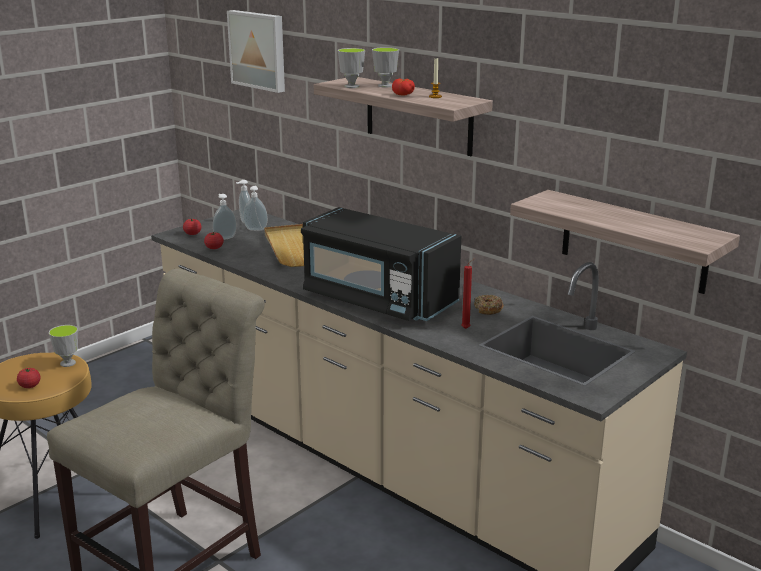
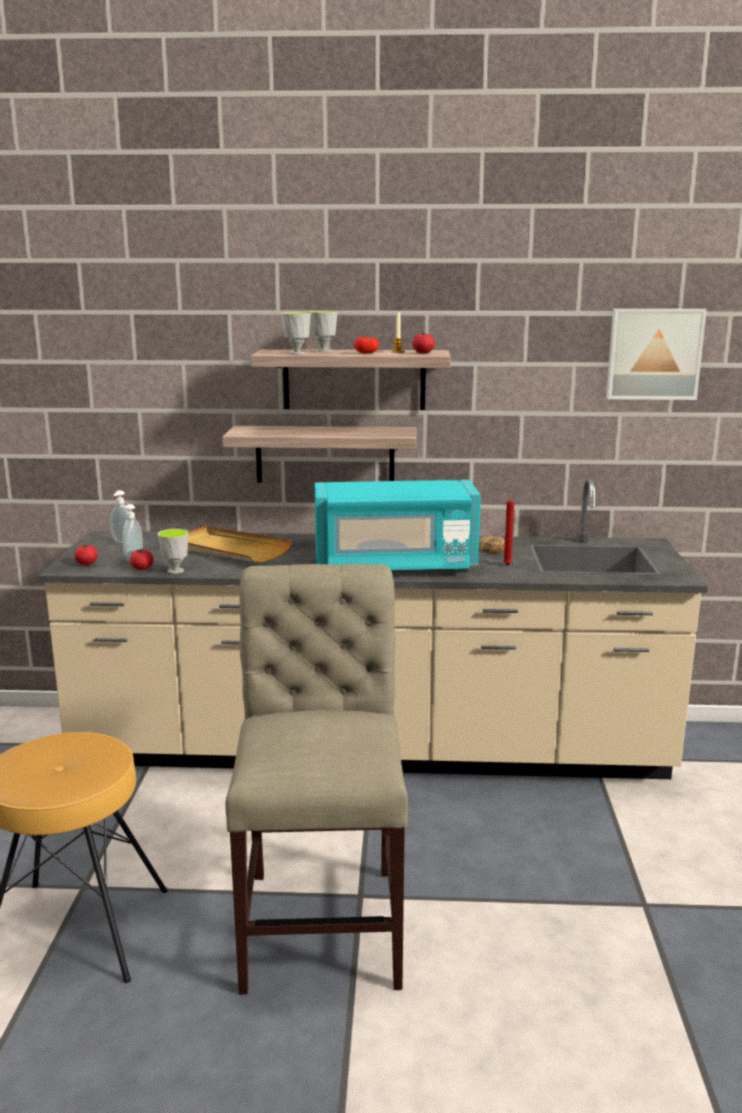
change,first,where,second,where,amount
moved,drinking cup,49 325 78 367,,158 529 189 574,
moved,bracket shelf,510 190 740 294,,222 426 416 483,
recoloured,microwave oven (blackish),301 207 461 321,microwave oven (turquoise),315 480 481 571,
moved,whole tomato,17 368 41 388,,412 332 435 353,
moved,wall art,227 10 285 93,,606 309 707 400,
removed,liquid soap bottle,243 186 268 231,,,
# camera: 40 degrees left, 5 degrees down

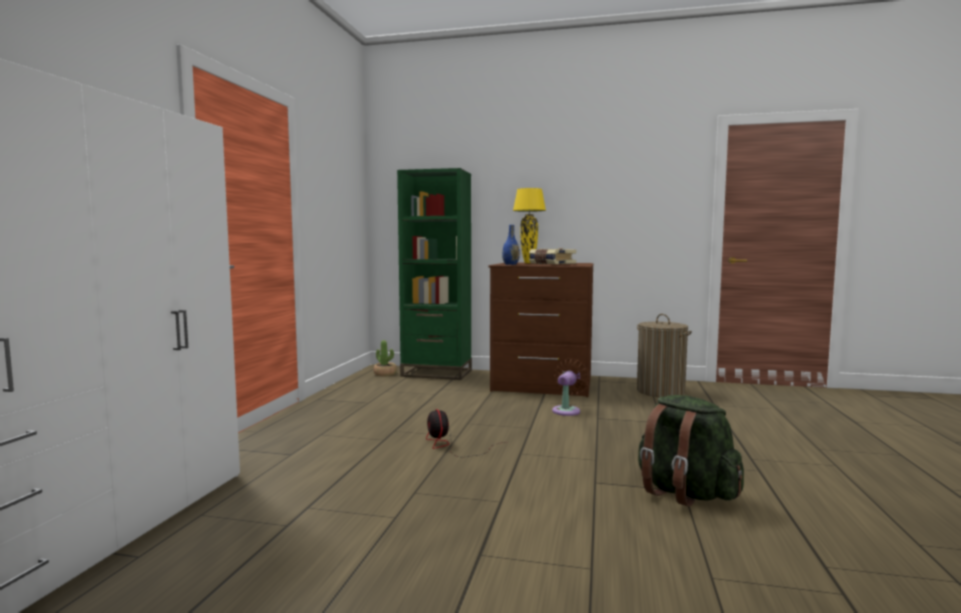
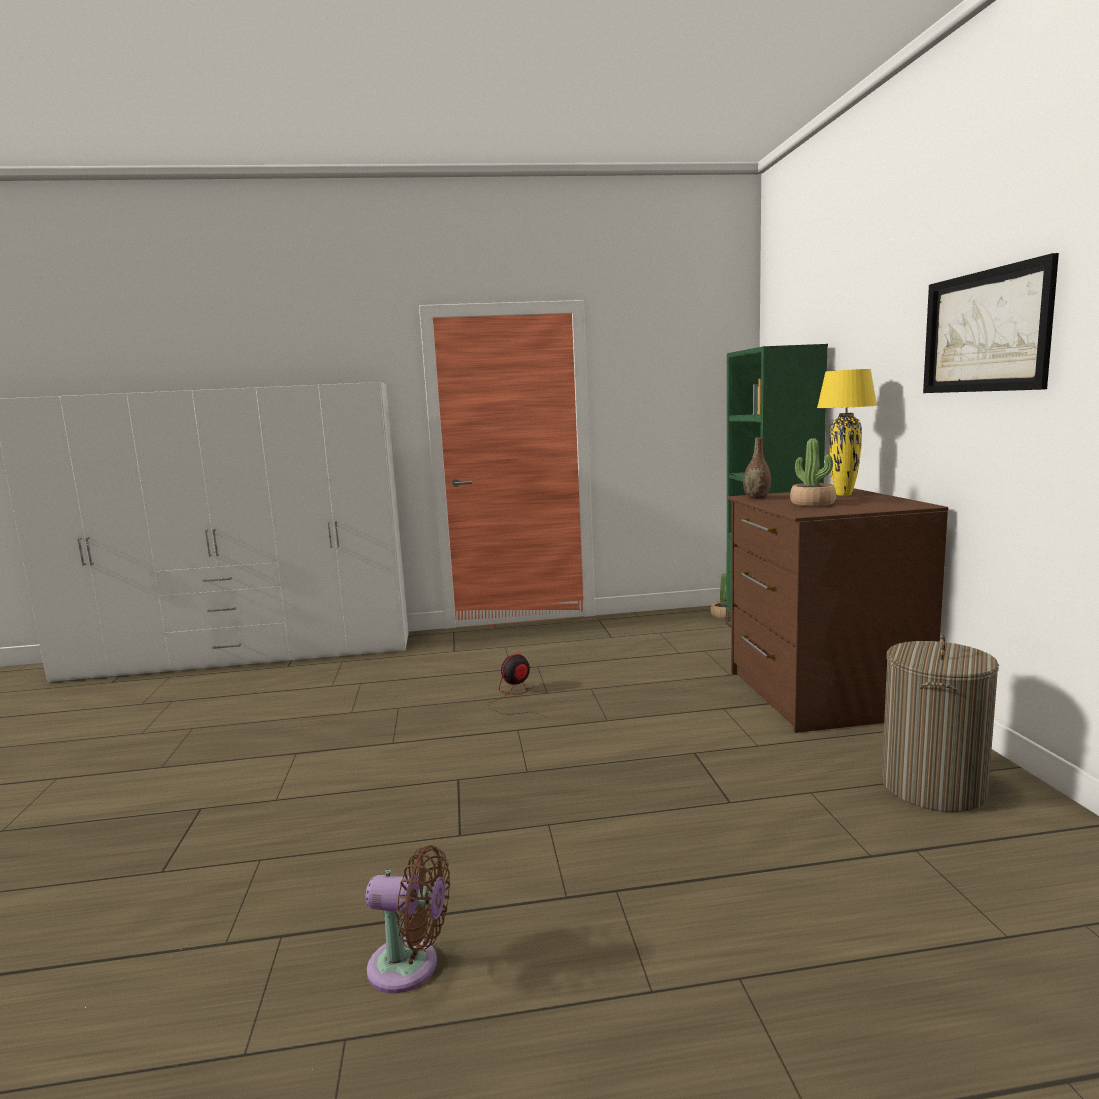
change,first,where,second,where,amount
moved,cooling fan (brown),552 358 590 416,,366 845 450 993,
recoloured,vase (bluish),502 225 520 265,vase (brown),743 437 771 499,
replaced,volume,529 248 576 265,potted plant,790 438 836 507,
added,,,wall art,923 253 1059 393,
removed,knapsack (green),638 395 744 507,,,
# camera: 70 degrees right, 5 degrees up

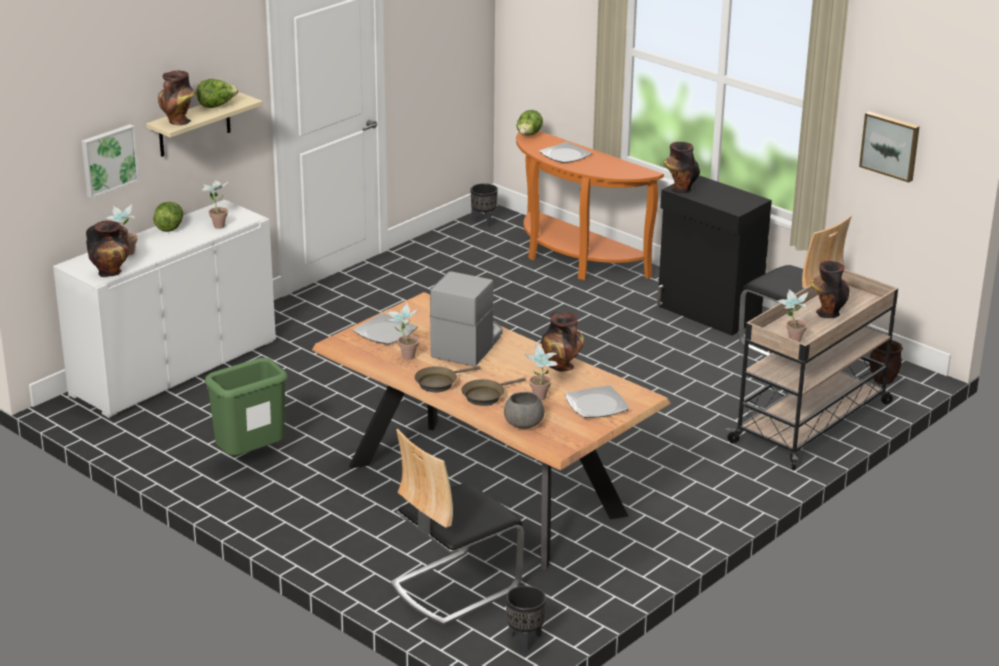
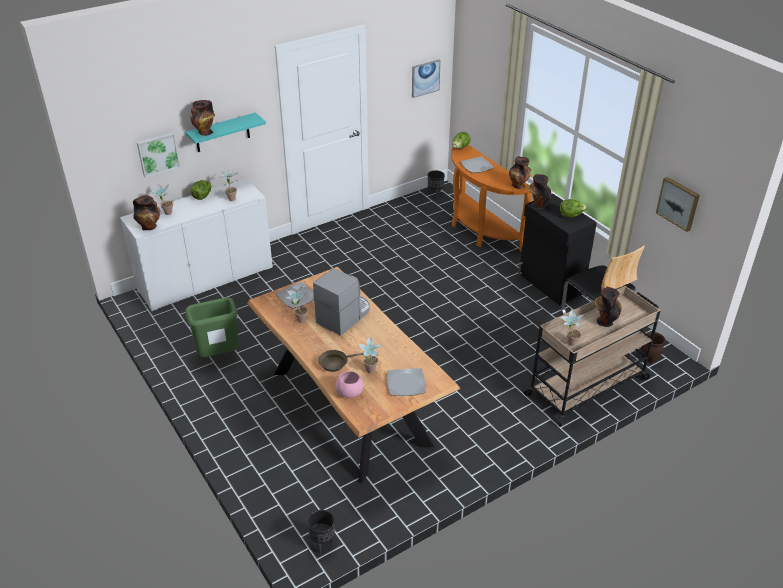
change,first,where,second,where,amount
recoloured,bracket shelf (beige-coloured),146 92 263 157,bracket shelf (turquoise),185 113 266 152,
recoloured,serving bowl (greyish),504 392 544 429,serving bowl (pinkish),336 371 364 398,
added,,,wall art,412 59 441 98,
moved,vase,541 312 584 372,,509 157 532 189,
moved,head of lettuce,196 79 239 108,,560 199 587 218,
removed,plain chair,391 429 524 626,,,
removed,frying pan (brown),414 366 480 392,,,
# camera: 15 degrees right, 10 degrees up

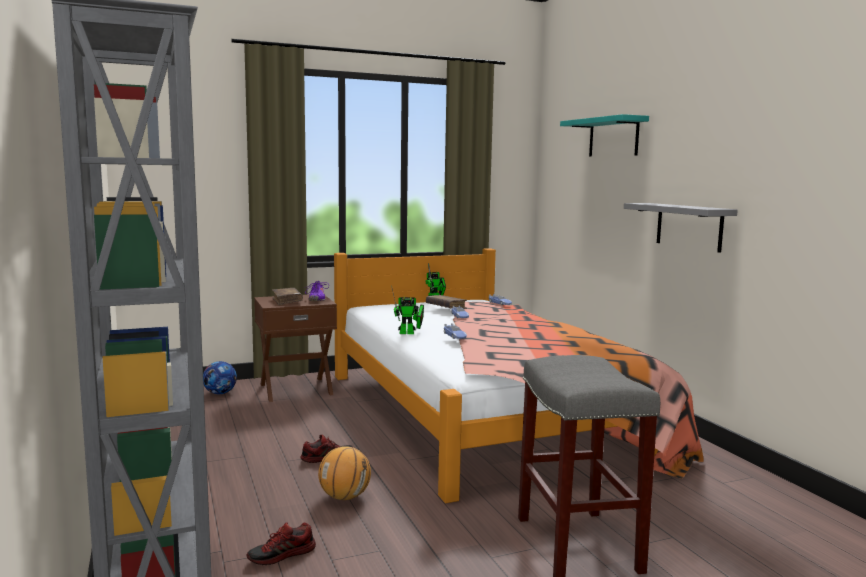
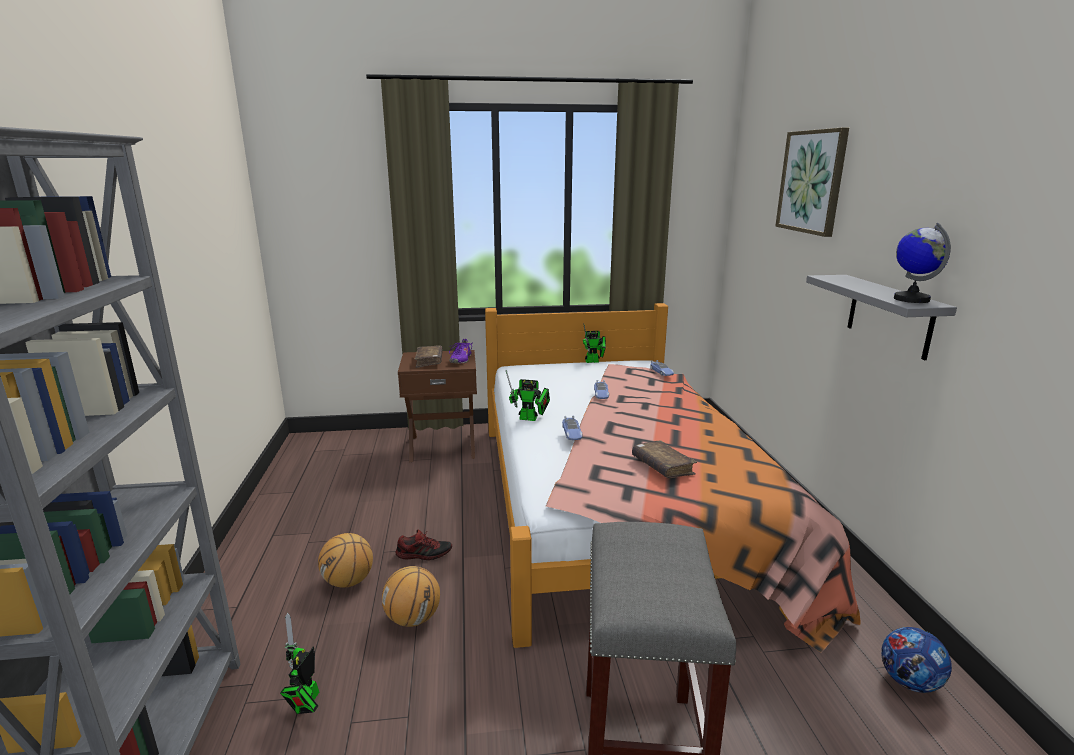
change,first,where,second,where,amount
replaced,shoe,247 522 316 565,toy robot,280 613 319 714,
added,,,basketball,318 533 373 588,
moved,volume (brown),426 295 467 309,,632 440 697 478,
replaced,bracket shelf (turquoise),560 114 649 157,wall art,775 128 849 237,
moved,ball for football,203 361 237 394,,881 627 952 693,
added,,,desk globe,894 223 951 303,
# camera: 15 degrees right, 10 degrees up

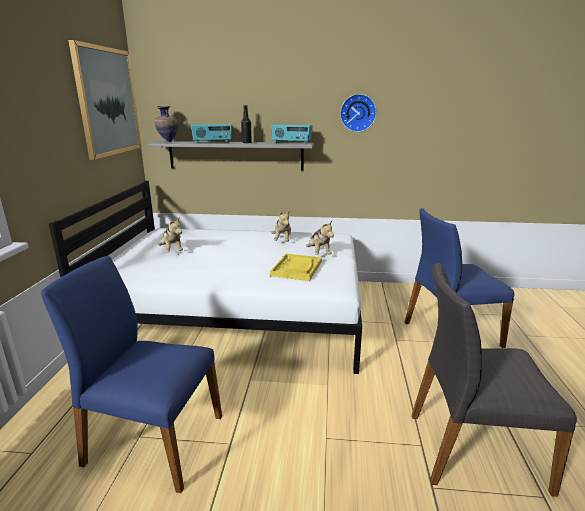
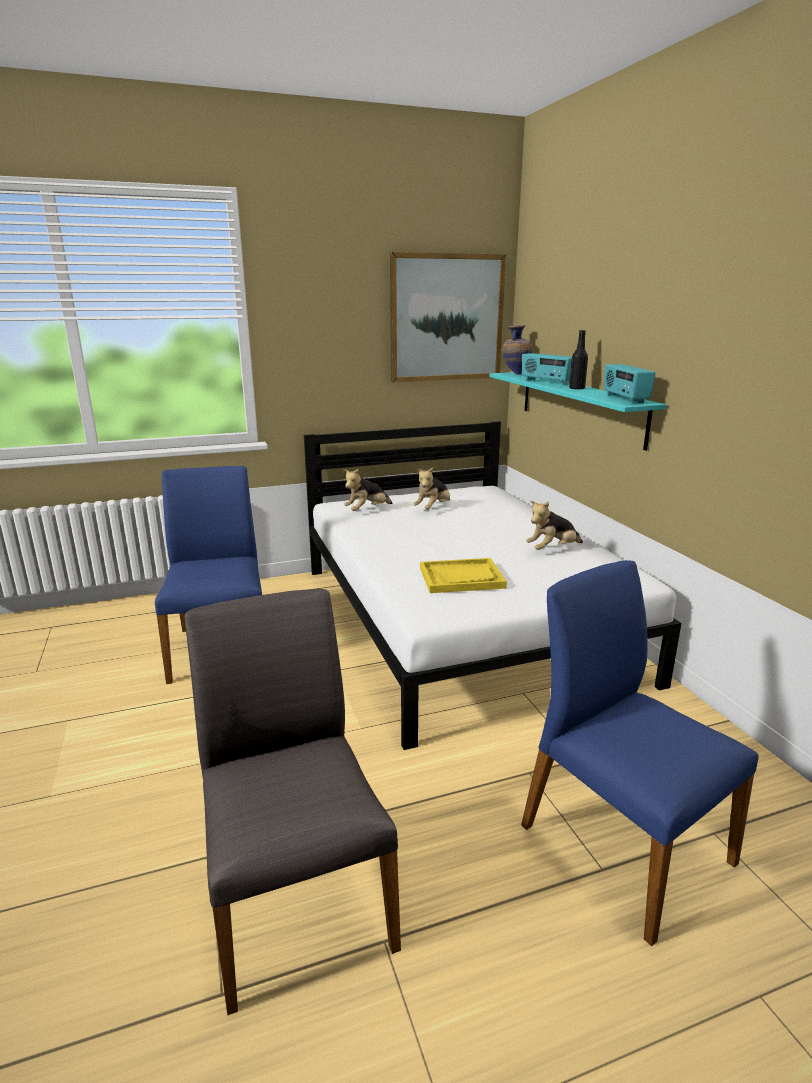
change,first,where,second,where,amount
moved,cuddly toy,306 221 334 255,,343 469 392 511,
recoloured,bracket shelf (greyish),148 141 314 170,bracket shelf (turquoise),489 372 666 451,
removed,wall clock,340 94 377 132,,,
# camera: 65 degrees right, 0 degrees up

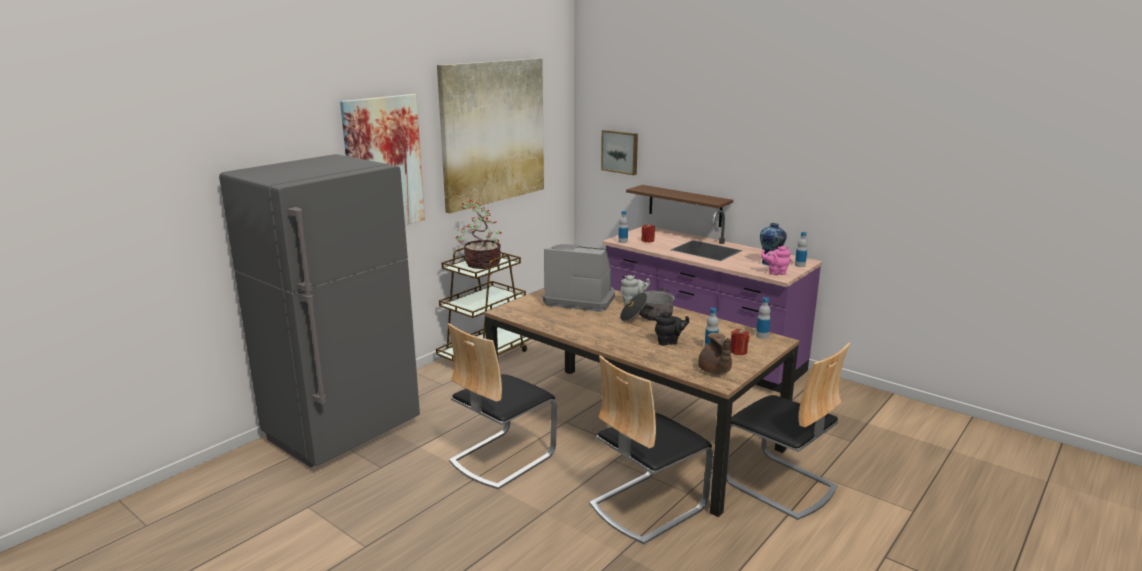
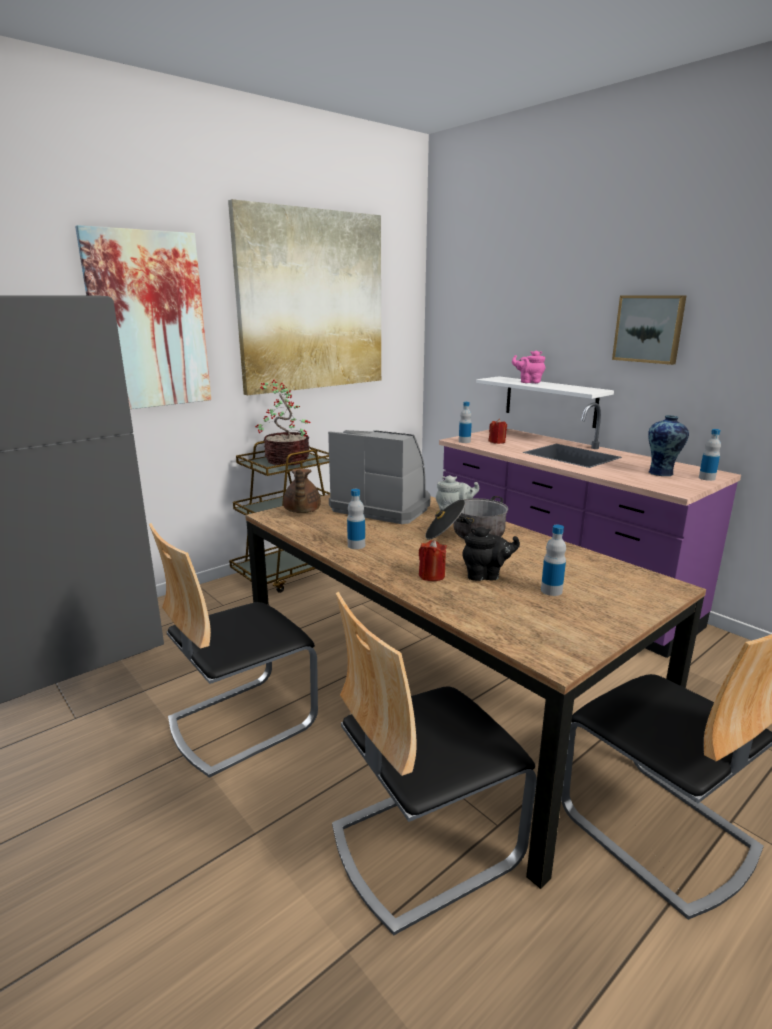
change,first,where,second,where,amount
moved,pot for tea (brown),698 333 732 374,,283 468 321 513,
moved,drink bottle,756 297 770 339,,347 489 365 549,
moved,wax candle (reddish),731 328 750 355,,419 540 447 581,
recoloured,bracket shelf (brown),626 185 733 227,bracket shelf (white-coloured),476 376 614 428,
moved,pot for tea (pinkish),761 246 791 275,,512 351 545 383,
moved,wall art,601 130 638 175,,612 296 686 365,
# camera: 10 degrees right, 0 degrees up

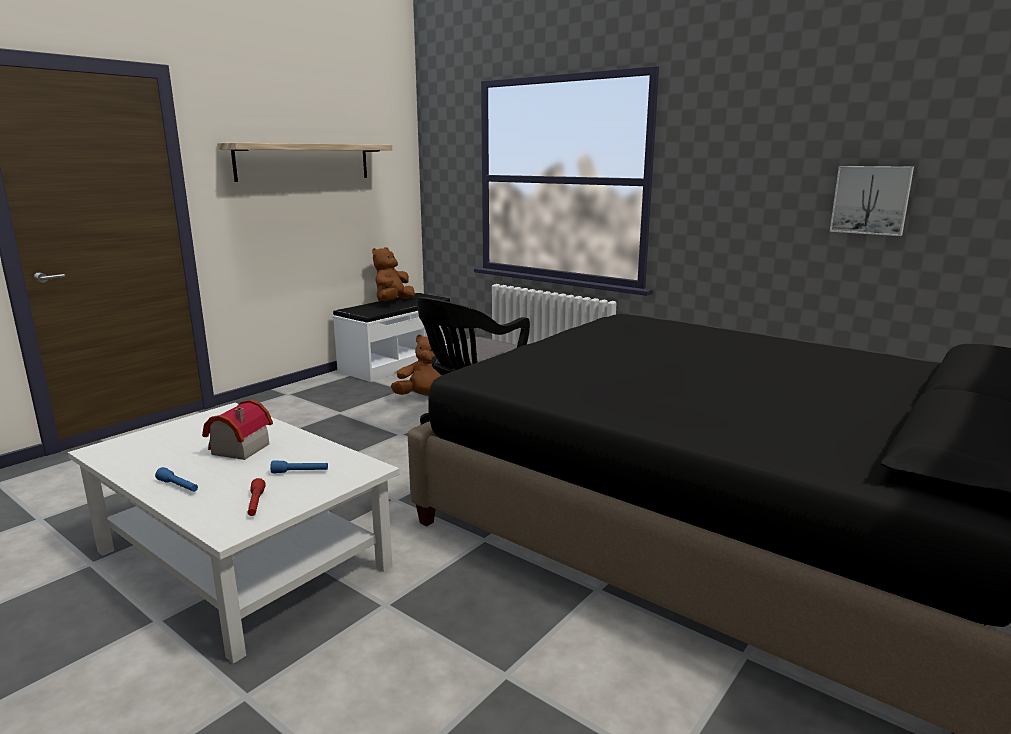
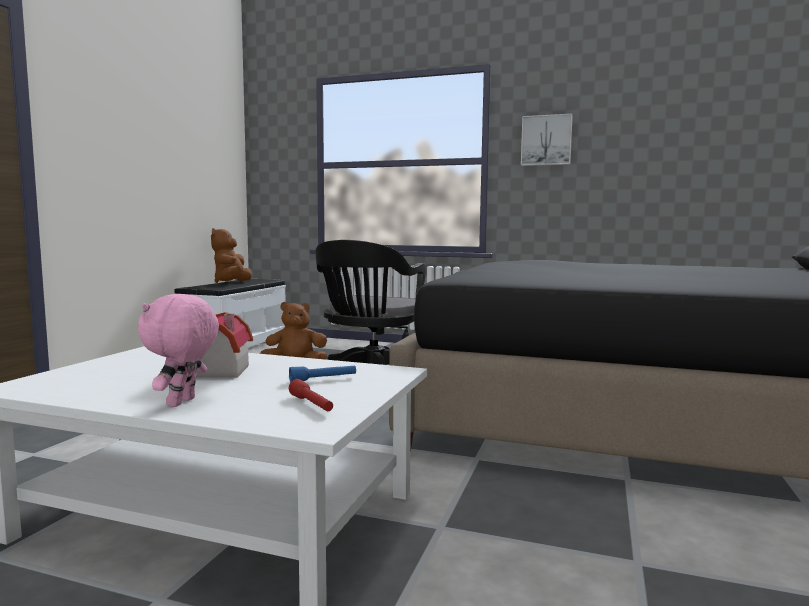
change,first,where,second,where,amount
replaced,flashlight (bluish),155 467 198 492,cuddly toy (pinkish),138 294 219 407,
moved,wall art,830 166 914 236,,521 114 573 166,
removed,bracket shelf,217 143 392 182,,,
# camera: 20 degrees left, 10 degrees down

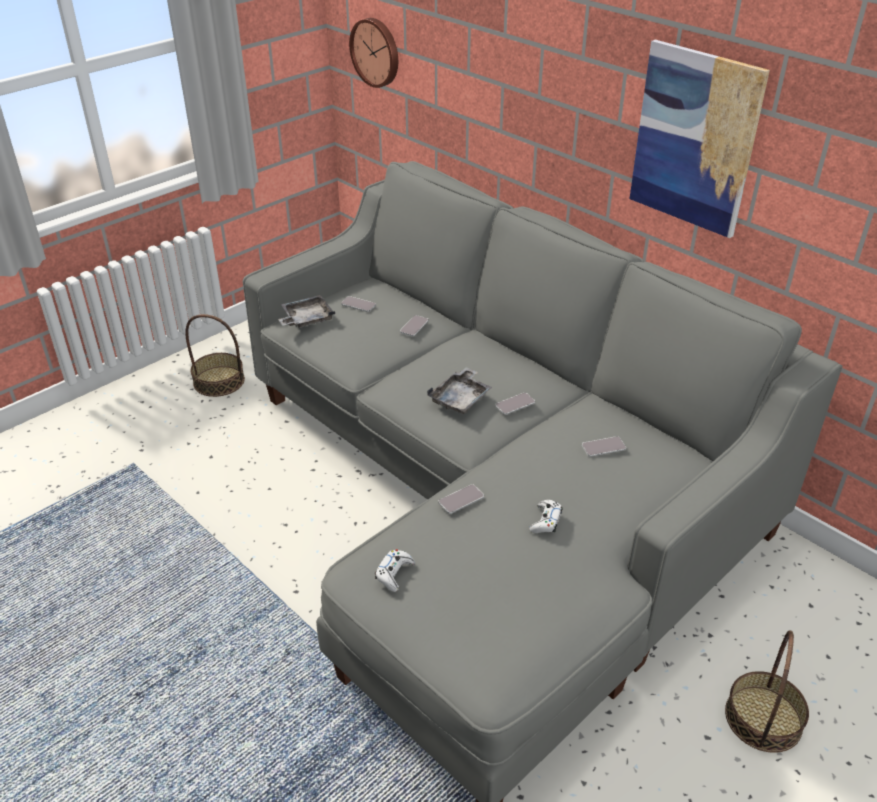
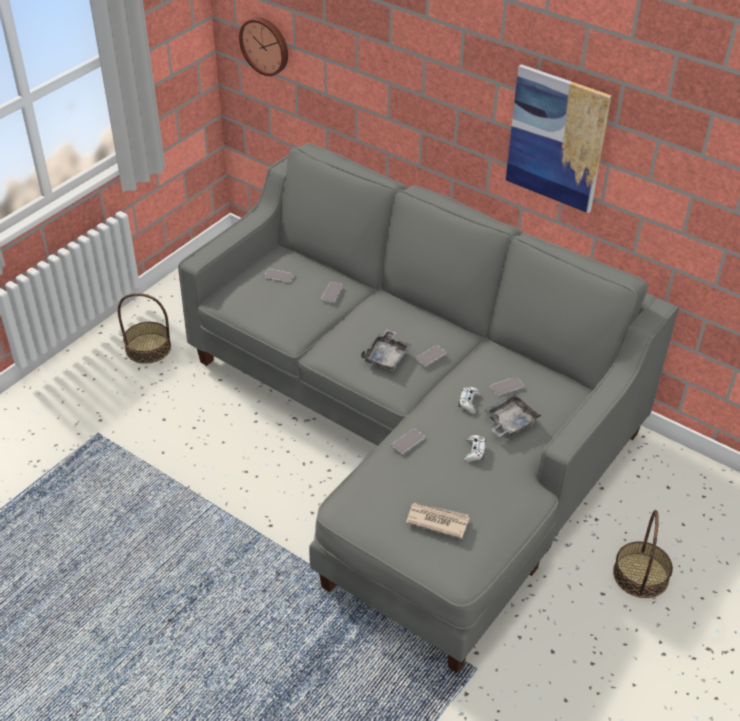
change,first,where,second,where,amount
added,,,printed paper,406 503 470 539,
moved,joypad (white-coloured),375 549 415 592,,459 386 481 414,
moved,tray (greyish),278 295 335 328,,484 394 541 437,
# camera: 10 degrees left, 5 degrees up

